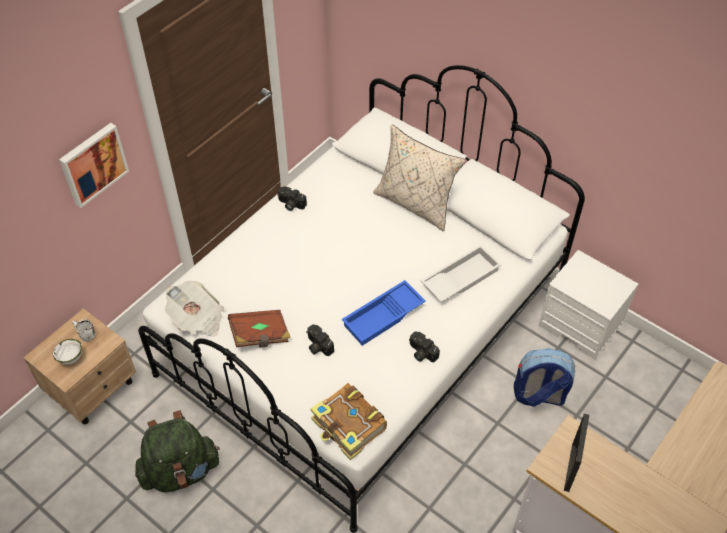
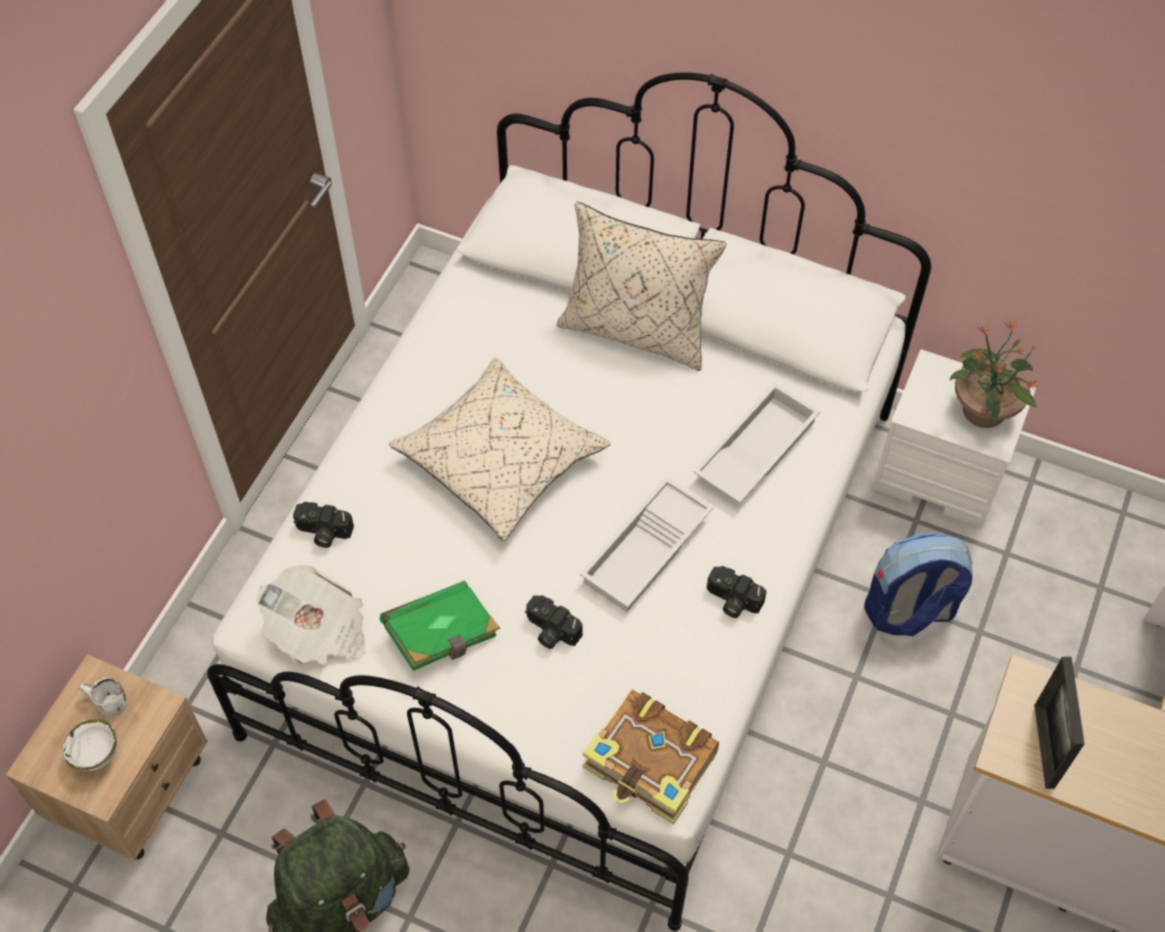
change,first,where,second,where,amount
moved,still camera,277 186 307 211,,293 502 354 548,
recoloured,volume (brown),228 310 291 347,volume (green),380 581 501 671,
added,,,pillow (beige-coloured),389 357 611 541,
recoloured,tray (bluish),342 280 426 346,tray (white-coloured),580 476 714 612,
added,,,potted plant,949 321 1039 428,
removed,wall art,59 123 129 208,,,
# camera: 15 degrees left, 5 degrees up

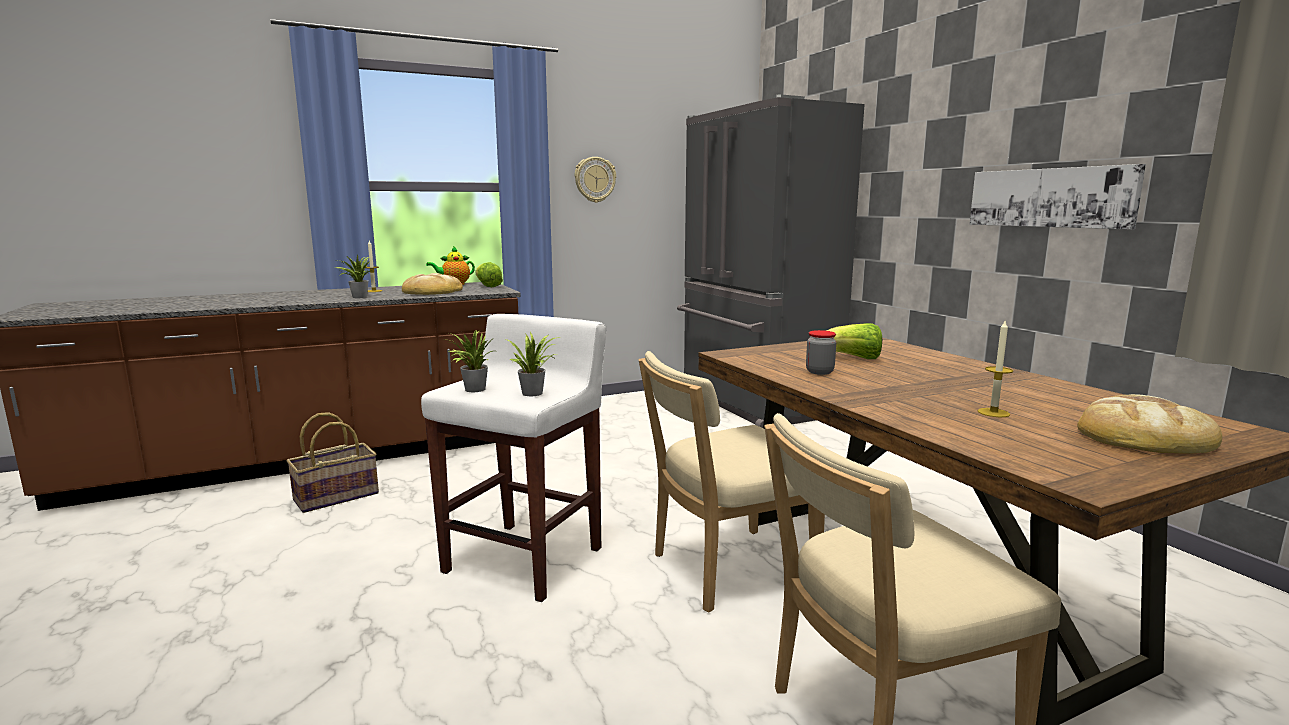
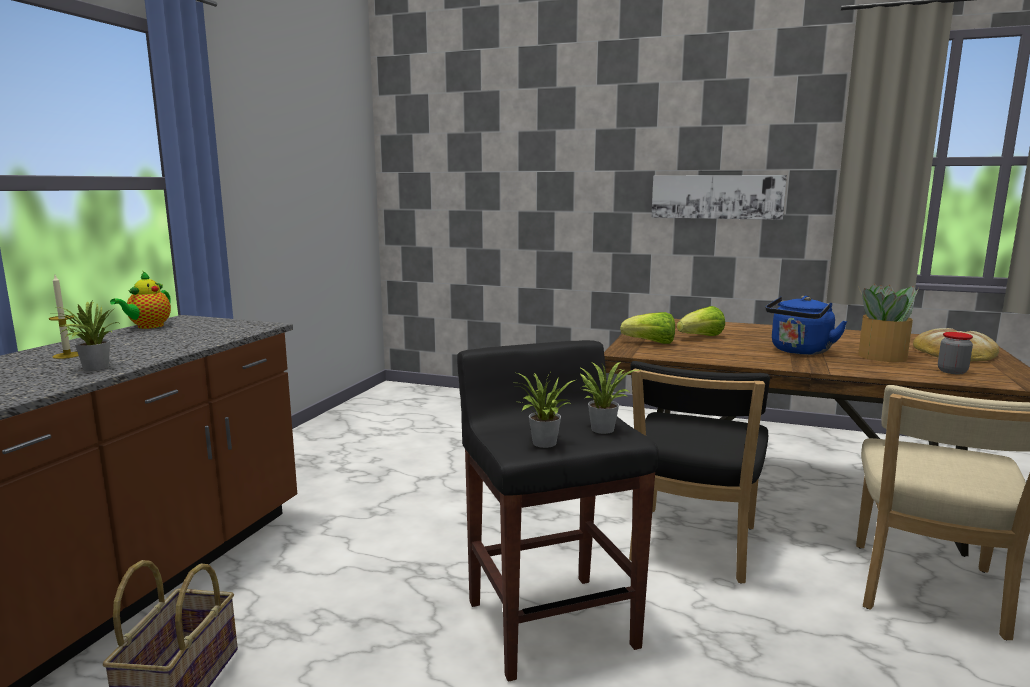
change,first,where,second,where,amount
recoloured,sitting stool (white-coloured),421 314 607 602,sitting stool (blackish),457 340 658 682,
moved,head of lettuce,476 262 503 287,,620 312 675 344,
recoloured,plain chair (beige-coloured),638 351 825 613,plain chair (blackish),629 361 770 583,
added,,,tea kettle (bluish),765 296 848 355,
replaced,wax candle,978 319 1013 417,potted plant,858 284 919 362,
moved,jar,806 330 836 375,,938 332 973 374,
removed,baked bread,402 273 463 295,,,
removed,wall clock,575 157 616 203,,,
removed,kitchen fridge (greyish),677 94 865 428,,,
# camera: 45 degrees left, 0 degrees up

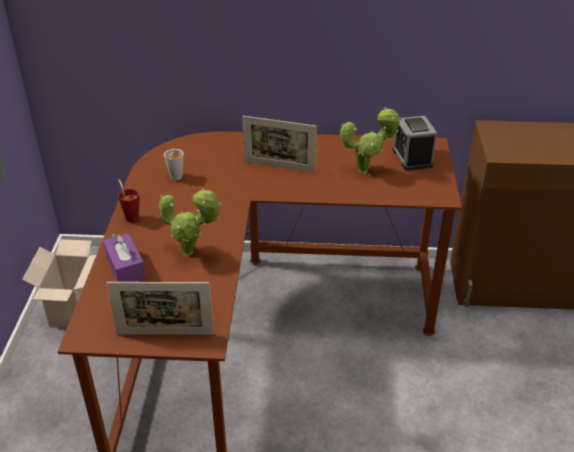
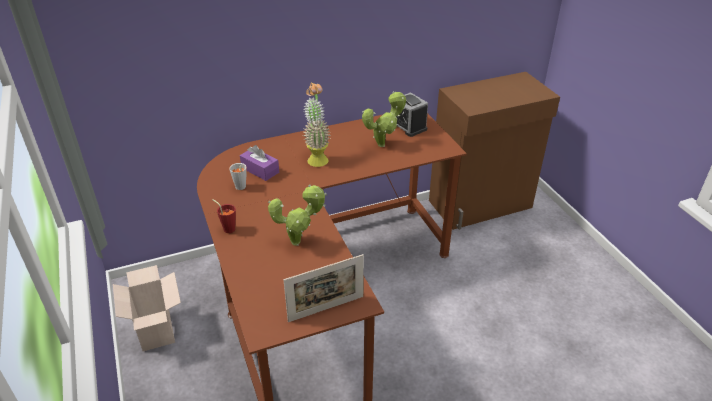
change,first,where,second,where,amount
moved,tissue box (purplish),103 233 146 282,,240 145 279 181,
replaced,picture frame,243 116 317 173,potted plant,303 82 331 167,
# camera: 25 degrees left, 0 degrees up

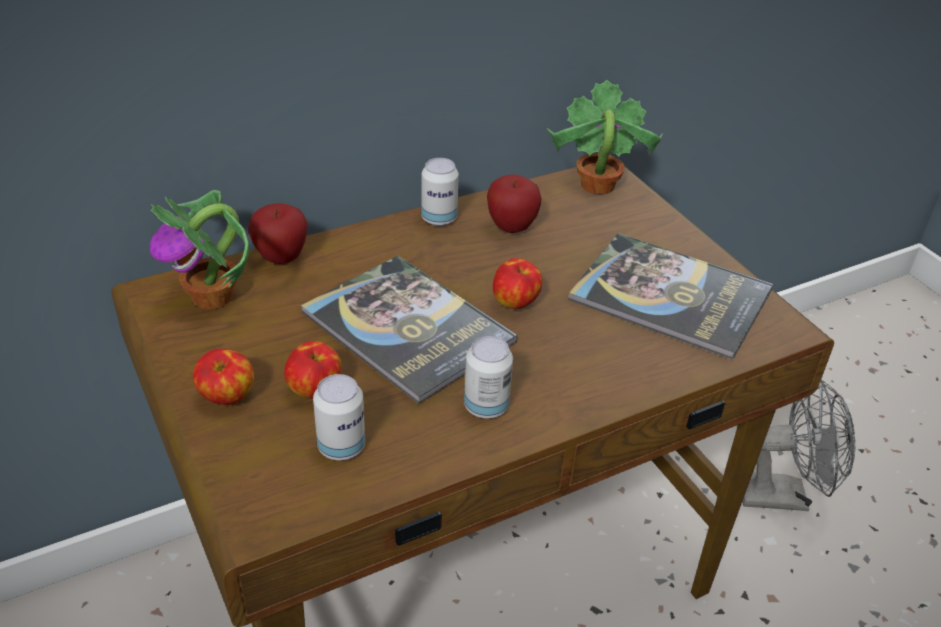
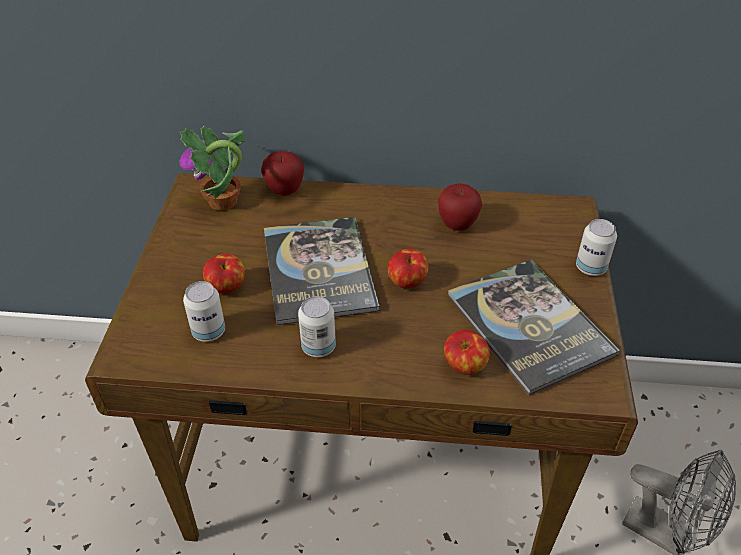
change,first,where,second,where,amount
moved,apple,193 349 254 405,,444 330 490 375,
moved,metal can,421 158 459 226,,576 219 617 276,
removed,potted plant,547 80 663 195,,,
# camera: 35 degrees right, 5 degrees up

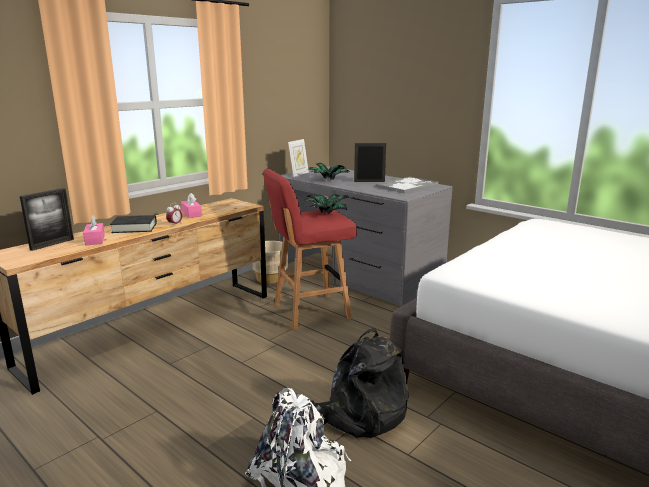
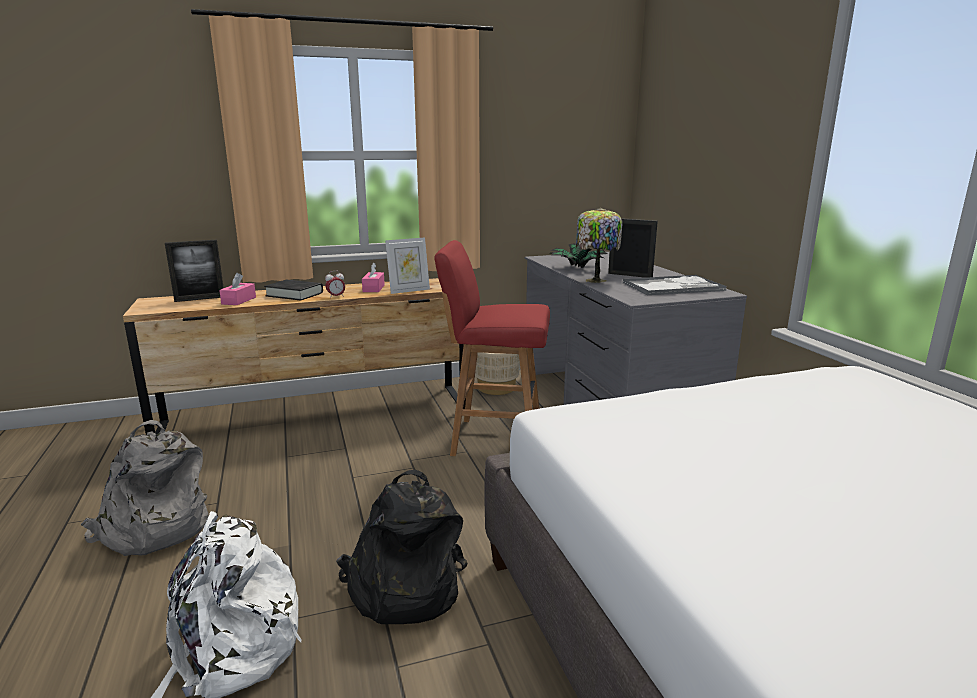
change,first,where,second,where,amount
added,,,knapsack (greyish),81 420 209 556,
moved,picture frame,288 139 309 177,,385 237 430 294,
added,,,tabletop lamp,576 208 622 283,
removed,potted plant,304 194 349 214,,,
# camera: 30 degrees right, 0 degrees up

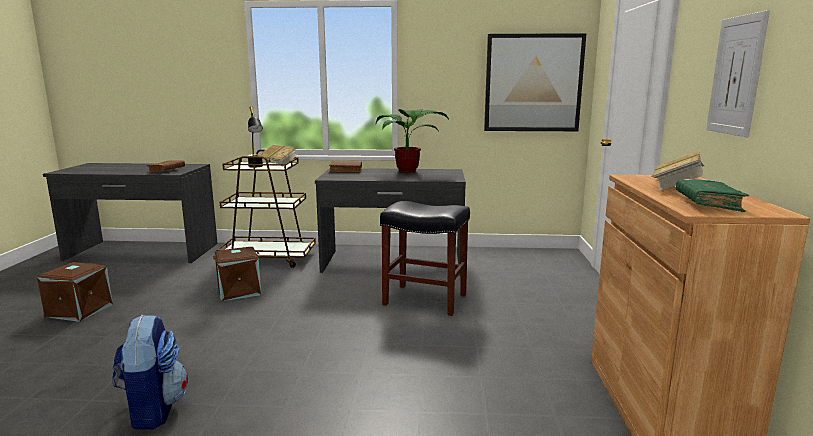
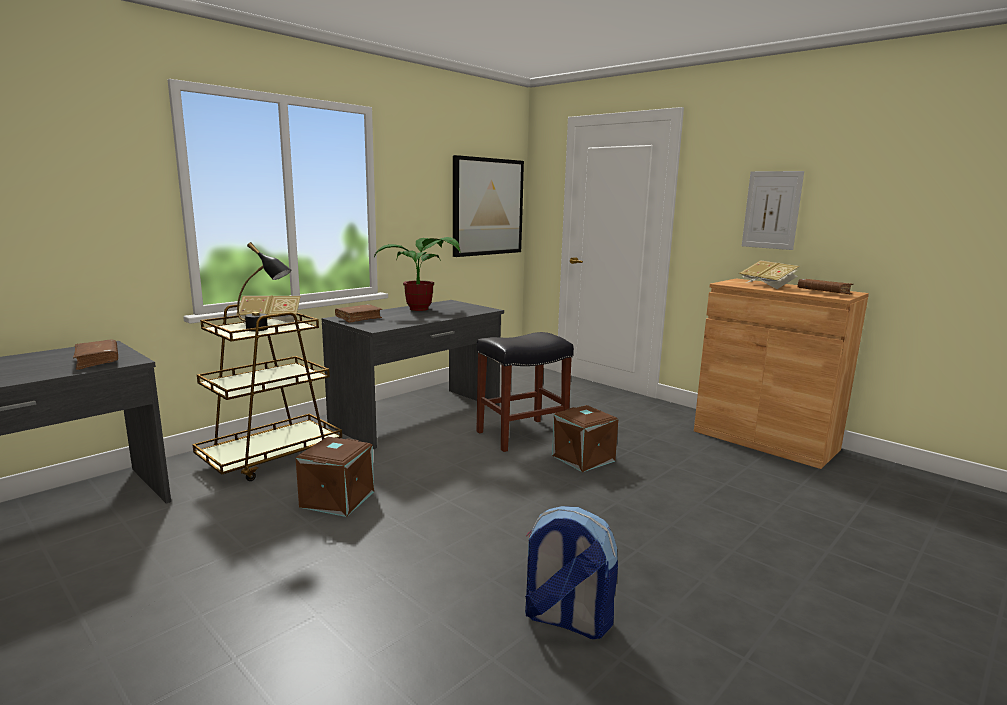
change,first,where,second,where,amount
moved,storage container (brown),37 262 113 322,,552 405 618 472,
recoloured,volume (green),676 179 749 212,volume (brown),798 279 854 295,
# camera: 50 degrees left, 0 degrees up

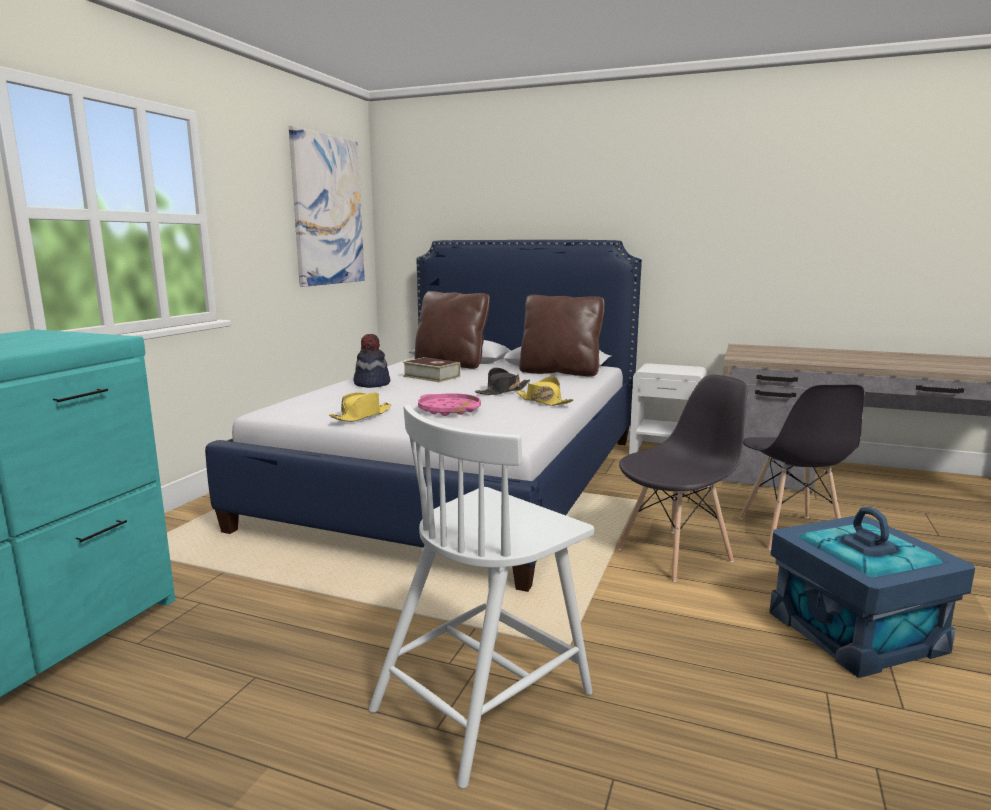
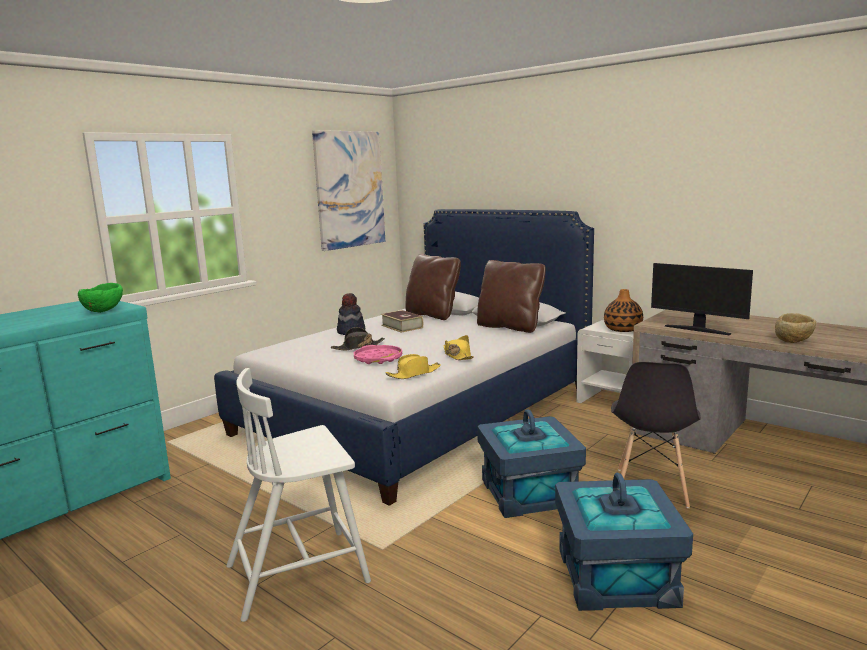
change,first,where,second,where,amount
added,,,serving bowl (green),78 283 123 313,
moved,clothing hat (blackish),475 367 530 395,,331 327 385 350,
moved,clothing hat (yellowish),329 392 391 422,,385 354 441 379,
replaced,plain chair (greyish),617 375 748 582,storage container (bluish),477 409 586 518,
added,,,vase,604 289 643 332,
added,,,computer display,651 263 753 335,
added,,,serving bowl (beige-coloured),775 313 816 343,
# camera: 20 degrees right, 0 degrees up

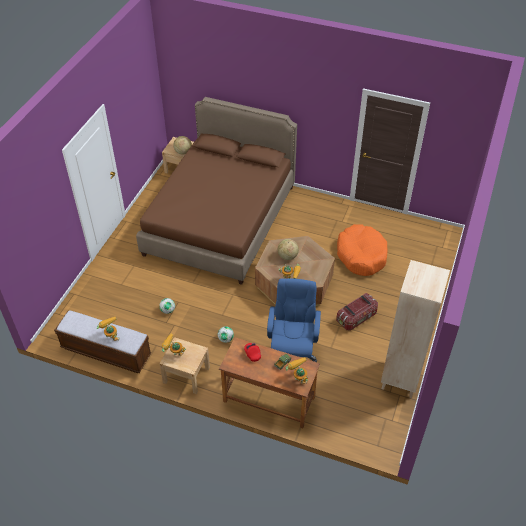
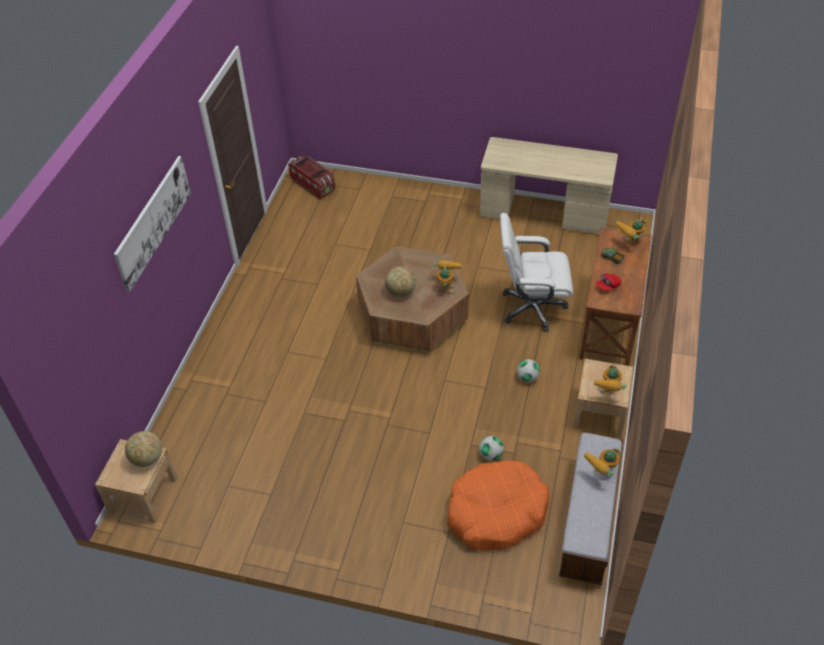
change,first,where,second,where,amount
added,,,wall art,114 156 191 292,
moved,storage container,336 293 378 331,,288 156 335 200,
moved,dog cushion (orange-coloured),337 224 388 276,,447 460 549 551,
replaced,shelving unit (beige-coloured),381 260 450 398,desk (beige-coloured),480 137 618 234,
recoloured,office chair (bluish),267 278 321 362,office chair (white-coloured),500 213 573 332,
removed,bed (brown),136 97 297 285,,,
# camera: 95 degrees left, 0 degrees up

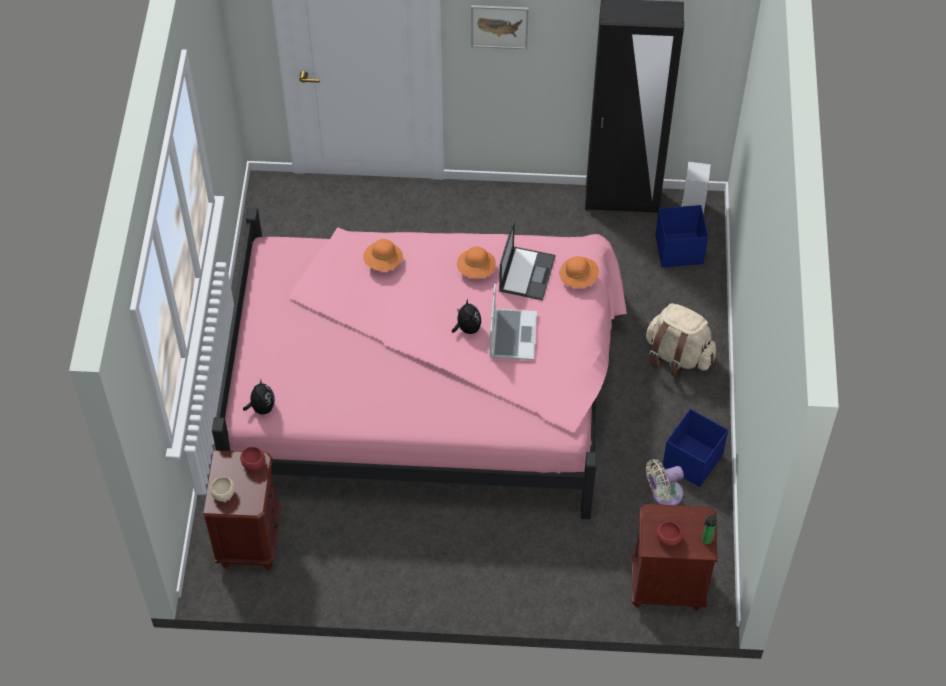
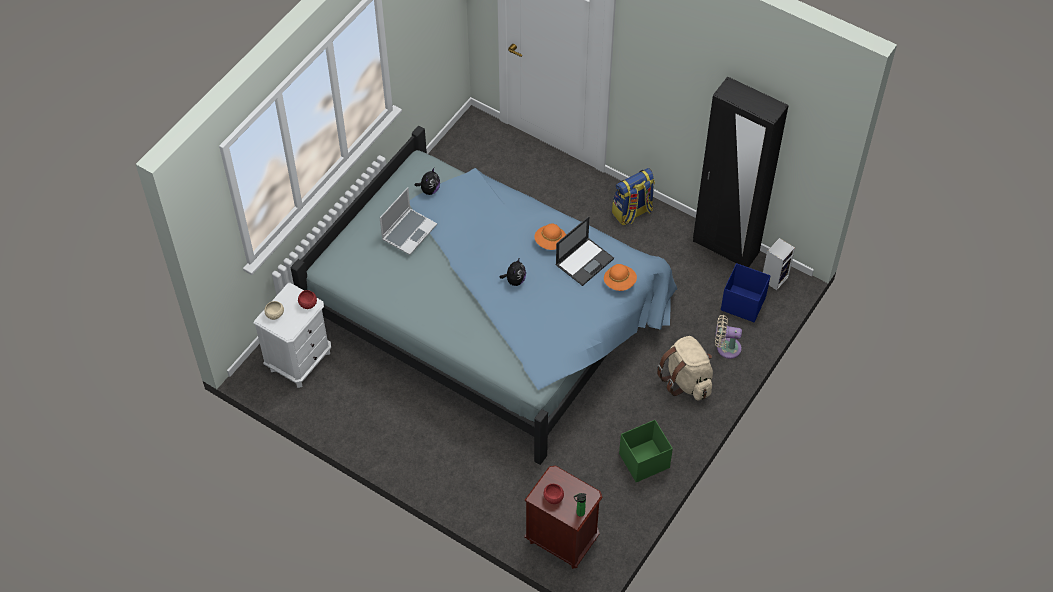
change,first,where,second,where,amount
recoloured,bedside table (brown),204 450 281 571,bedside table (white-coloured),253 282 331 388,
recoloured,bed (pinkish),212 208 627 519,bed (bluish),291 126 677 465,
moved,laptop,490 283 537 360,,380 187 437 255,
moved,cuddly toy,243 380 275 415,,415 168 440 195,
added,,,knapsack,612 168 655 225,
recoloured,storage container (bluish),663 409 728 487,storage container (green),619 420 673 482,
moved,cooling fan (beige-coloured),646 459 684 505,,715 315 742 359,
removed,clothing hat (orange-coloured),363 239 403 271,,,
removed,wall art,471 5 529 49,,,
# camera: 30 degrees right, 0 degrees up

